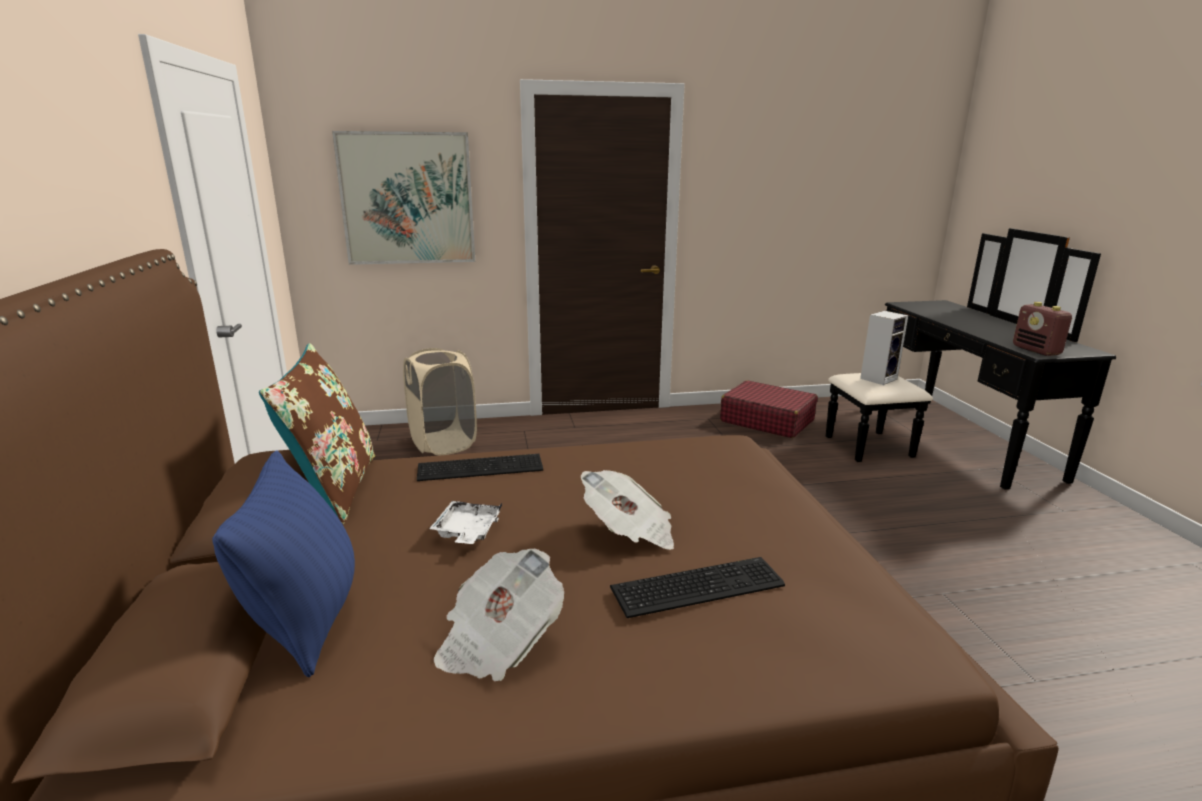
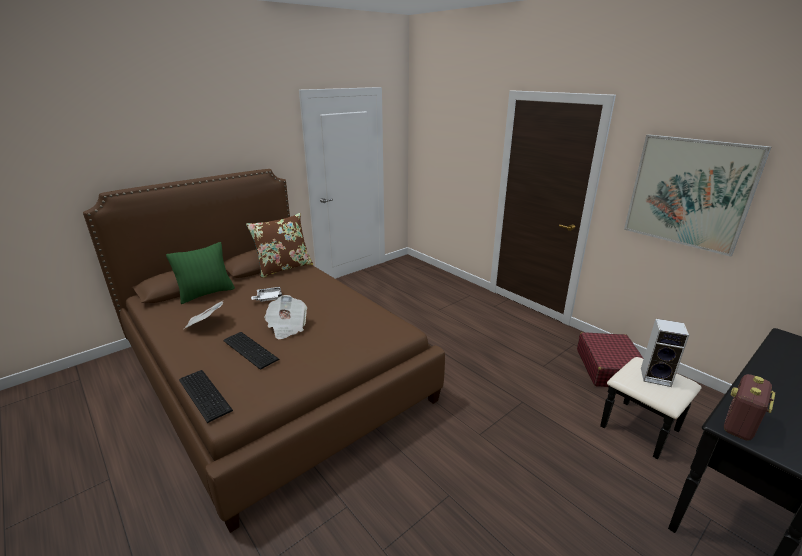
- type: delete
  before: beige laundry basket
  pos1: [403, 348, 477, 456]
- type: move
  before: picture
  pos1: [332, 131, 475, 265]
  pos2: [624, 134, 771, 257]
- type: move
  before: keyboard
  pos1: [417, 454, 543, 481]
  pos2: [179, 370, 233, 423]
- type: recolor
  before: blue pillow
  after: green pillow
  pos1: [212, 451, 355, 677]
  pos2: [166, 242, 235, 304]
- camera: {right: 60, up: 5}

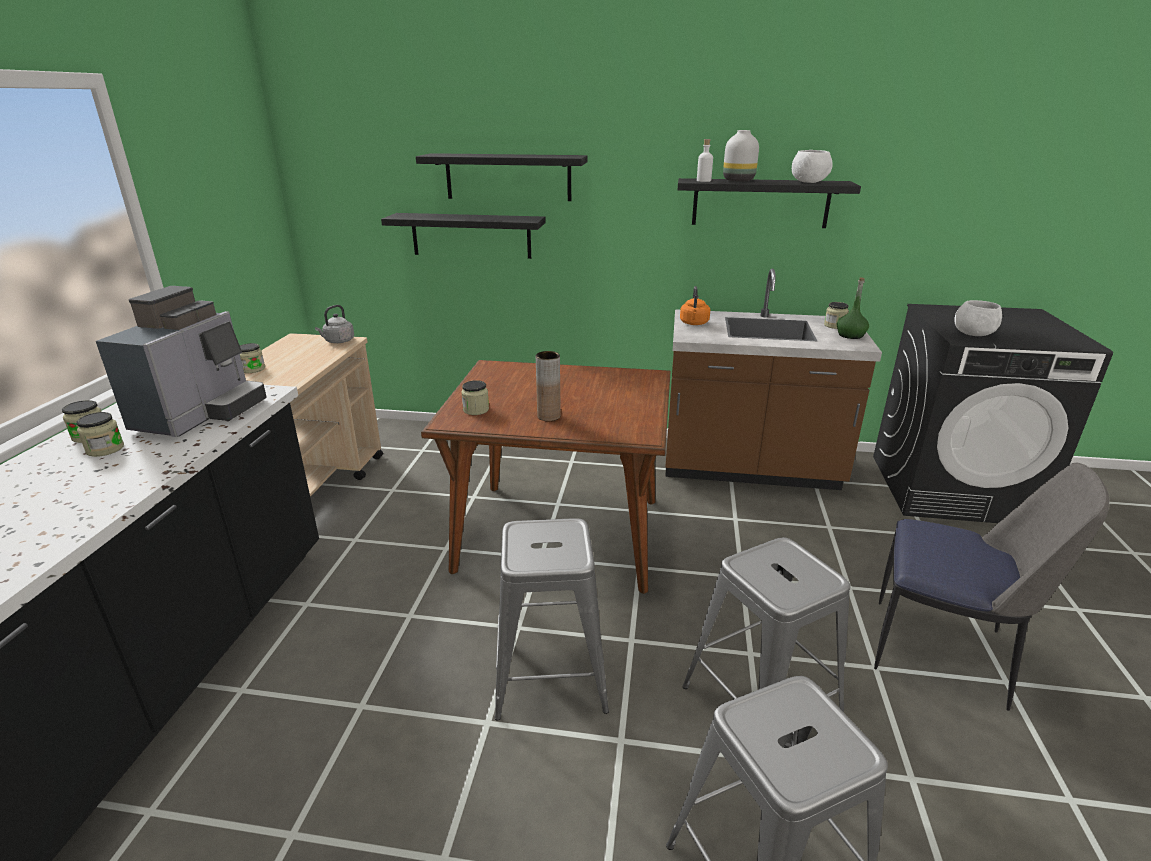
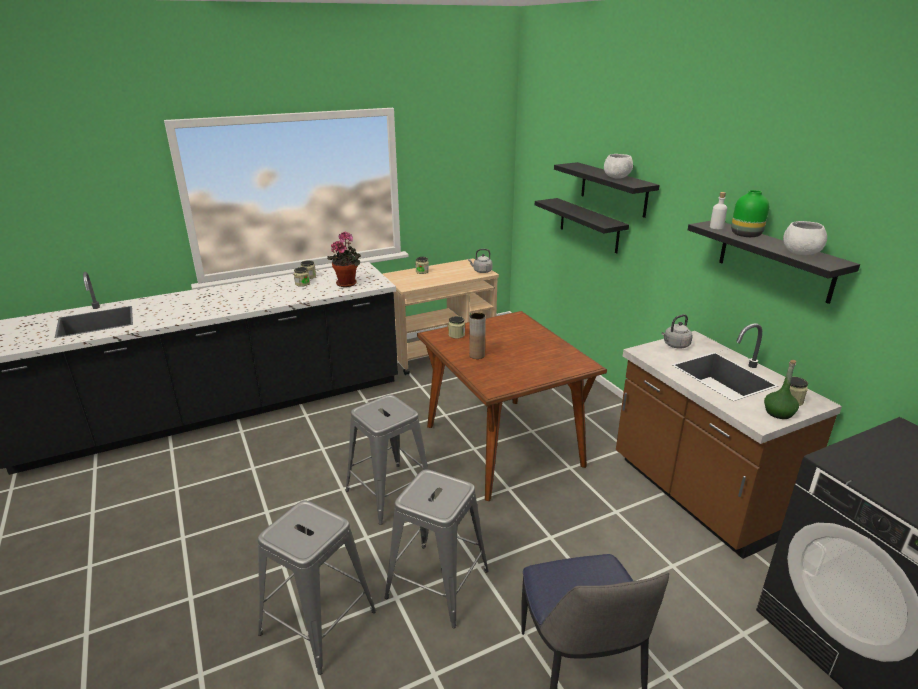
- type: move
  before: white bowl
  pos1: [954, 300, 1002, 336]
  pos2: [604, 154, 633, 179]
- type: replace
  before: coffee machine
  after: potted plant
  pos1: [96, 286, 267, 437]
  pos2: [327, 232, 361, 287]
- type: recolor
  before: orange kettle
  after: grey kettle
  pos1: [680, 286, 710, 325]
  pos2: [662, 314, 693, 349]
- type: recolor
  before: white vase
  after: green vase
  pos1: [723, 130, 759, 182]
  pos2: [731, 190, 769, 237]
- camera: {right: 55, up: 0}

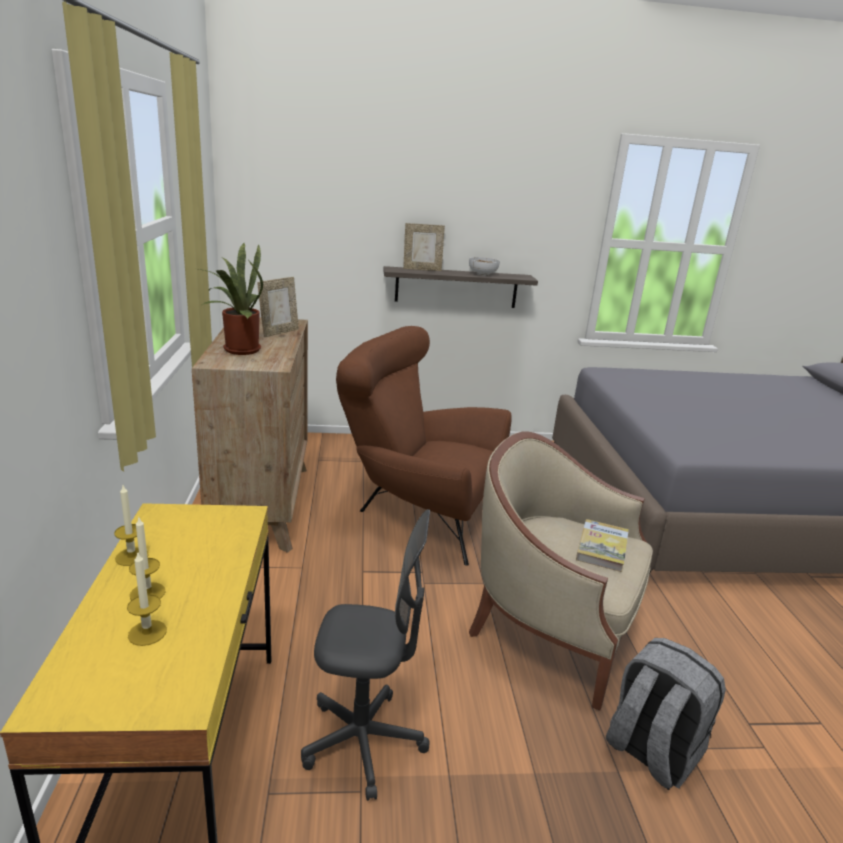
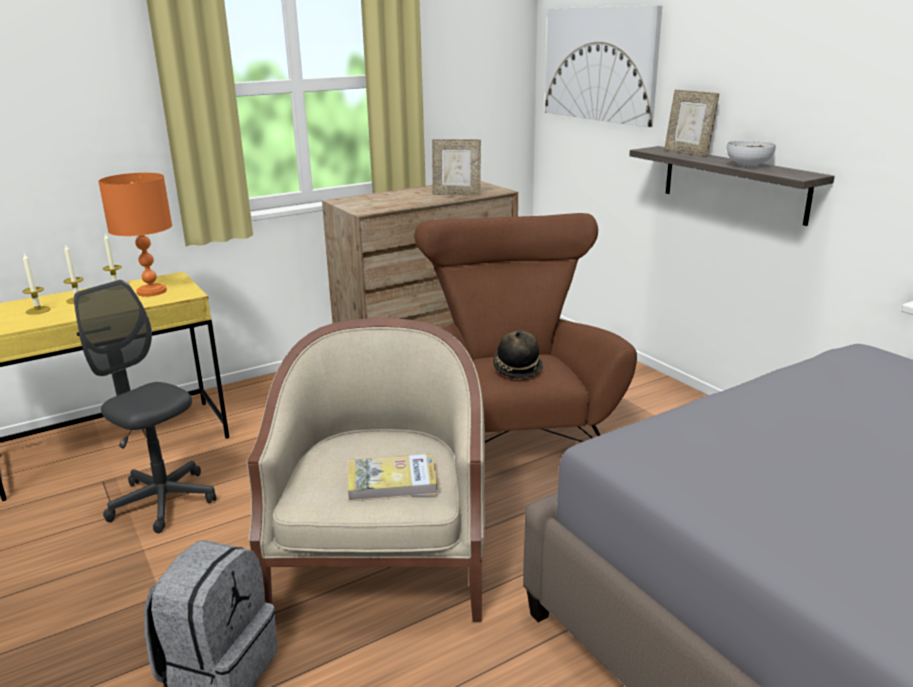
- type: delete
  before: potted plant
  pos1: [199, 242, 263, 355]
- type: insert
  after: orange table lamp
  pos2: [98, 173, 172, 297]
- type: insert
  after: hat
  pos2: [493, 330, 543, 379]
- type: insert
  after: picture
  pos2: [545, 5, 662, 127]
- type: rotate
  before: grey office chair
  pos1: [301, 509, 430, 801]
  pos2: [74, 280, 217, 533]
  turn: 150
- camera: {right: 65, up: 0}

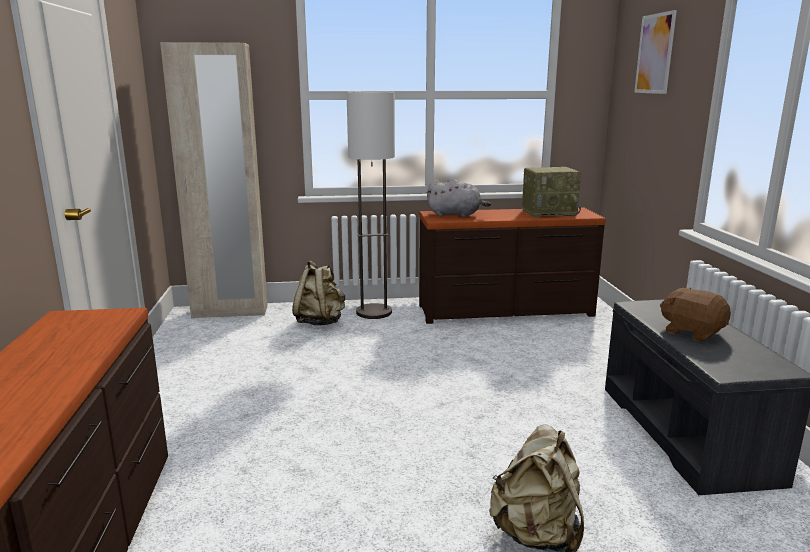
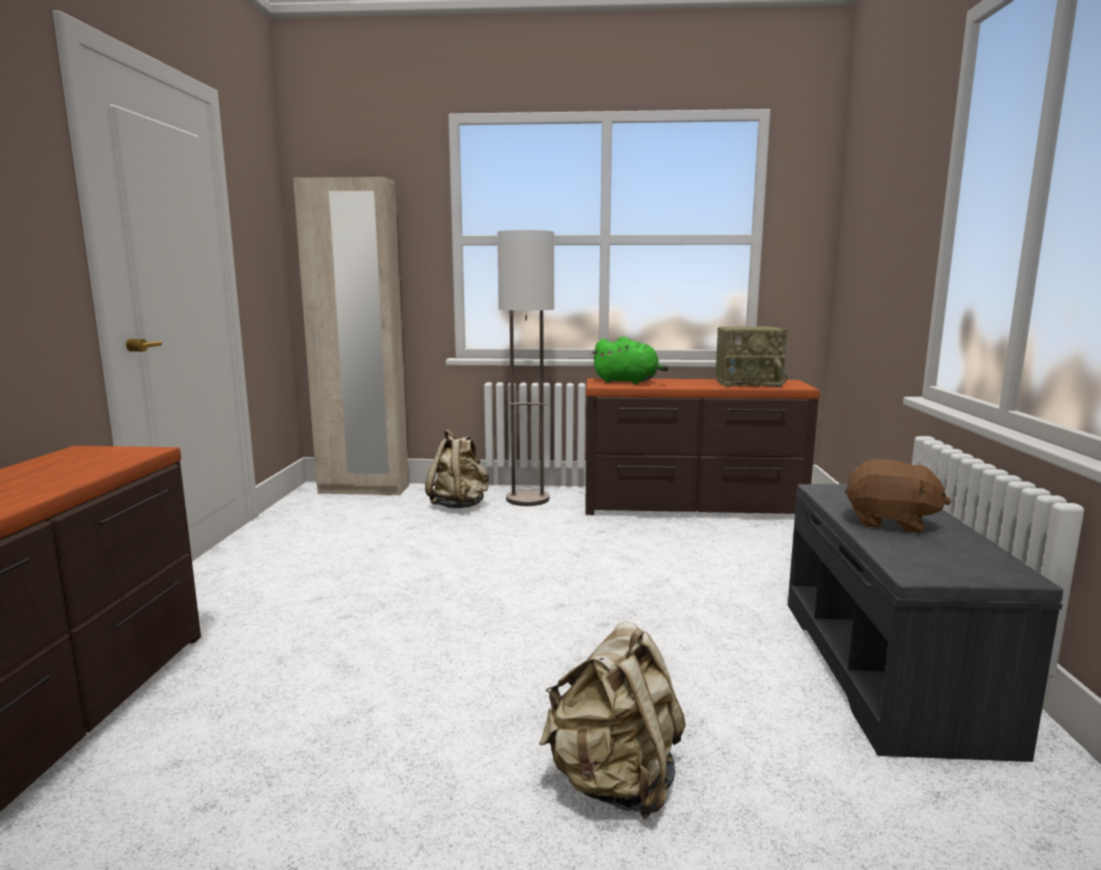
- type: delete
  before: picture
  pos1: [634, 10, 677, 94]
- type: recolor
  before: grey plush toy
  after: green plush toy
  pos1: [427, 178, 491, 217]
  pos2: [591, 336, 669, 384]
- type: rotate
  before: brown plush toy
  pos1: [660, 288, 731, 342]
  pos2: [845, 459, 951, 533]
  turn: 150
- camera: {right: 10, up: -5}

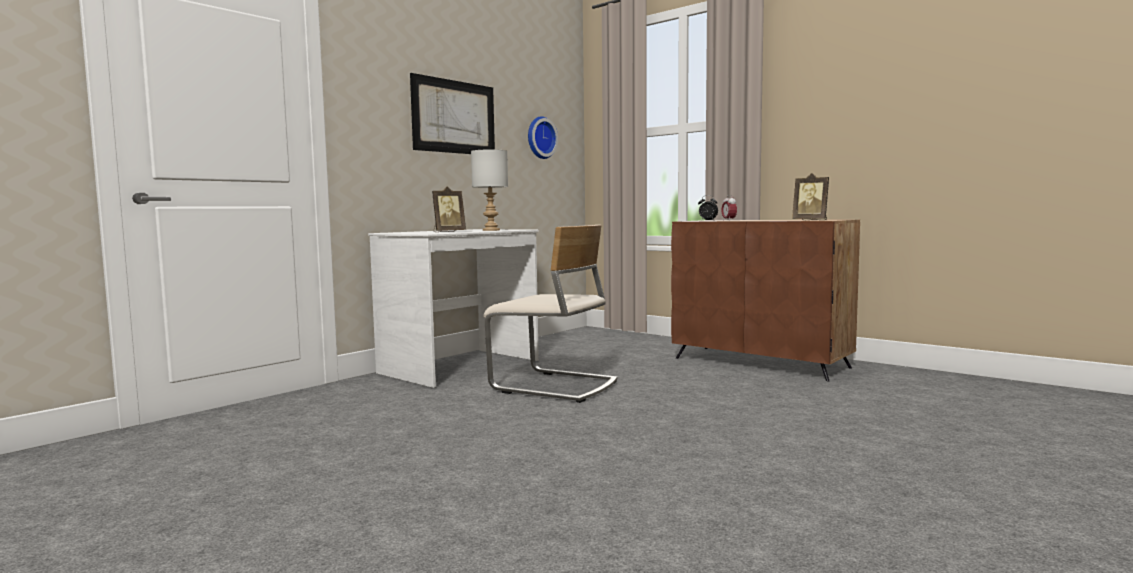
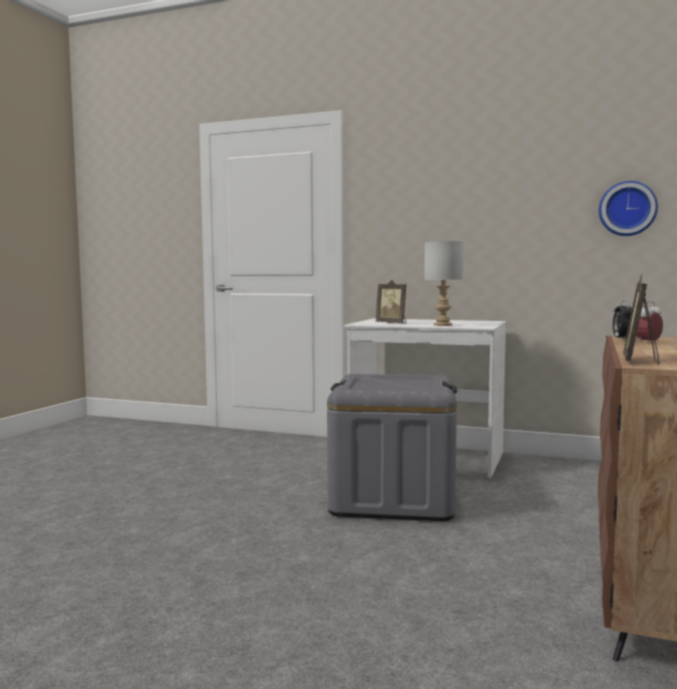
- type: delete
  before: picture
  pos1: [410, 73, 495, 154]
- type: replace
  before: beige chair
  after: grey storage box
  pos1: [483, 225, 617, 403]
  pos2: [327, 374, 457, 521]
- camera: {right: 70, up: 0}

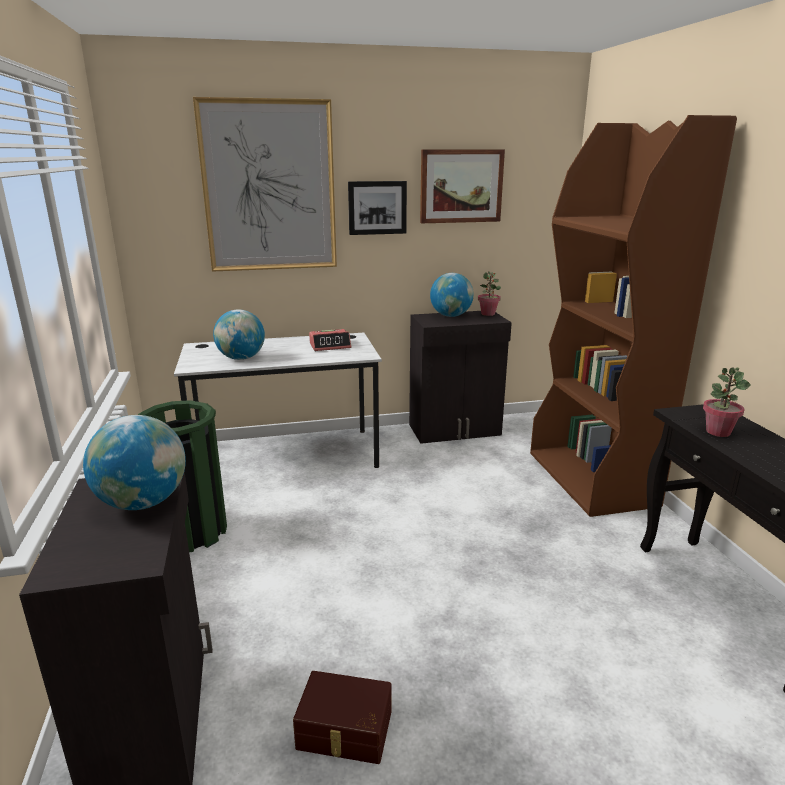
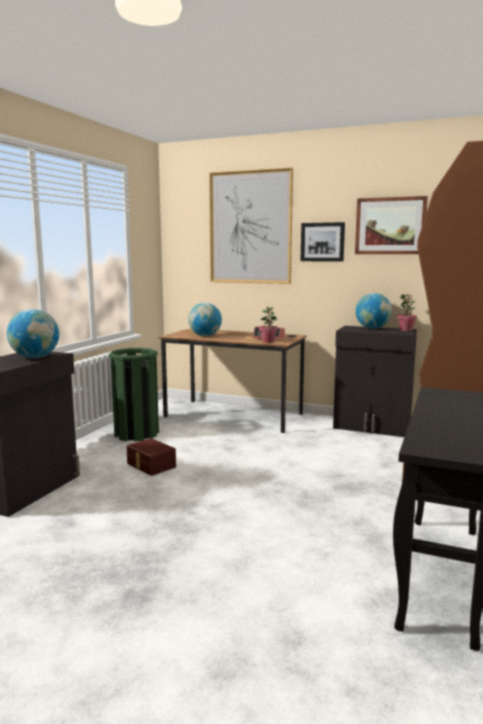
- type: move
  before: brown storage box
  pos1: [293, 671, 391, 764]
  pos2: [127, 438, 176, 476]
- type: move
  before: potted plant
  pos1: [703, 367, 751, 437]
  pos2: [259, 306, 278, 343]
- type: recolor
  before: white desk
  after: brown desk
  pos1: [174, 333, 382, 468]
  pos2: [158, 328, 307, 433]
- camera: {right: 35, up: -10}

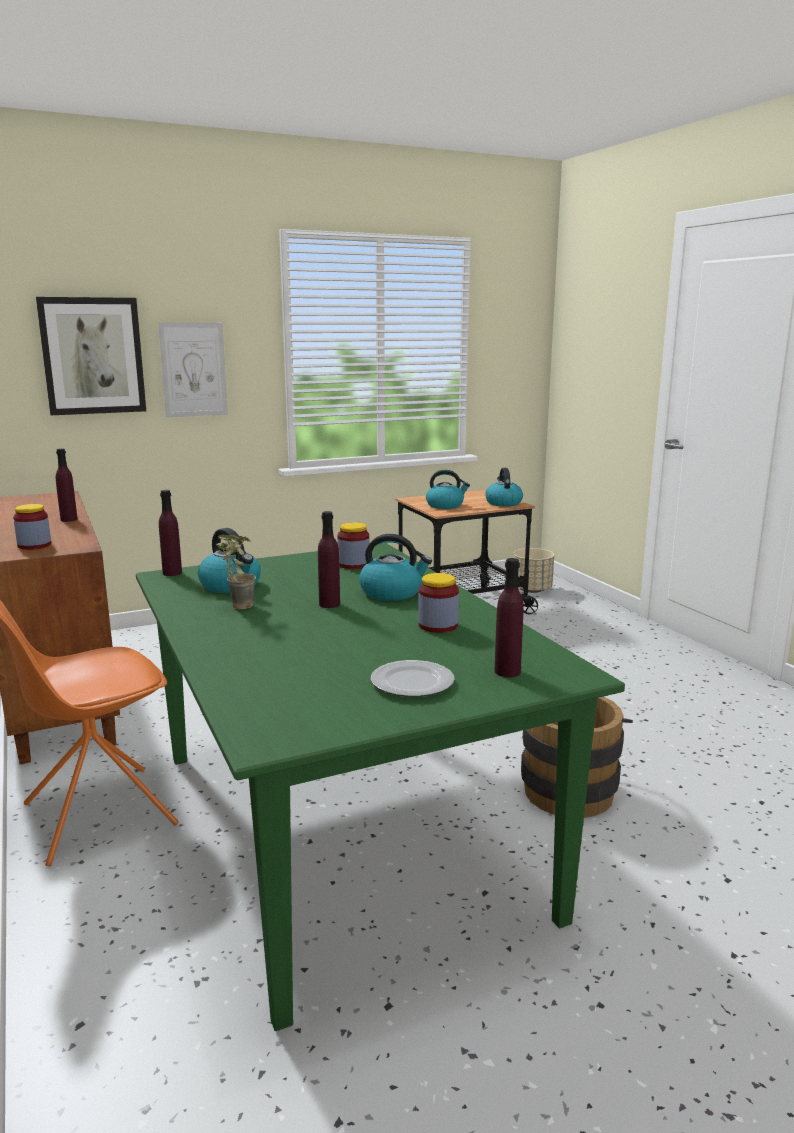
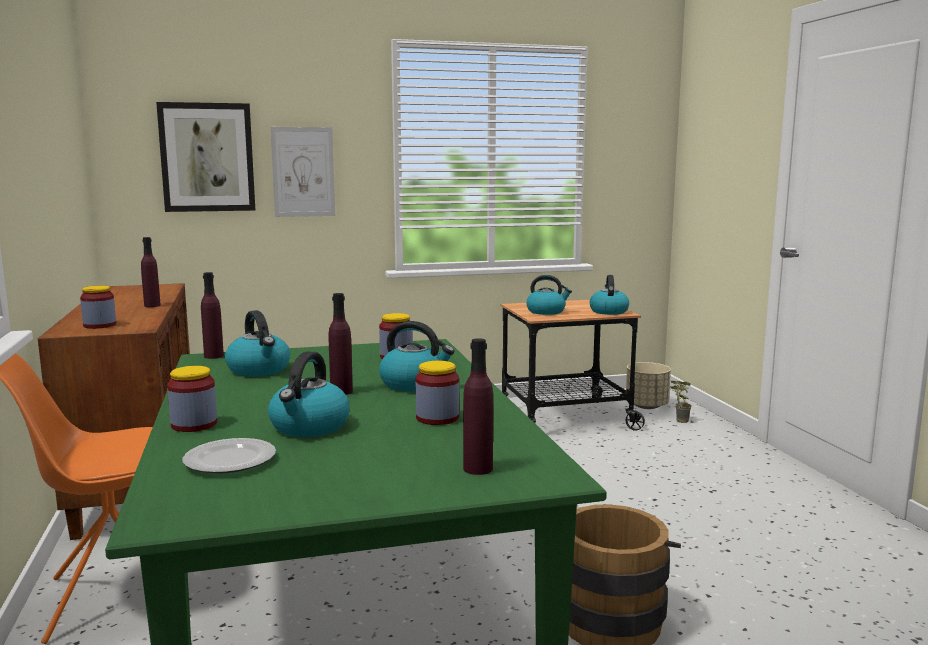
- type: insert
  after: jar
  pos2: [167, 366, 217, 432]
- type: insert
  after: kettle
  pos2: [268, 351, 350, 437]
- type: move
  before: potted plant
  pos1: [216, 535, 256, 610]
  pos2: [670, 381, 692, 423]
- type: move
  before: plate
  pos1: [371, 660, 455, 697]
  pos2: [183, 438, 276, 473]
- camera: {right: 10, up: -5}

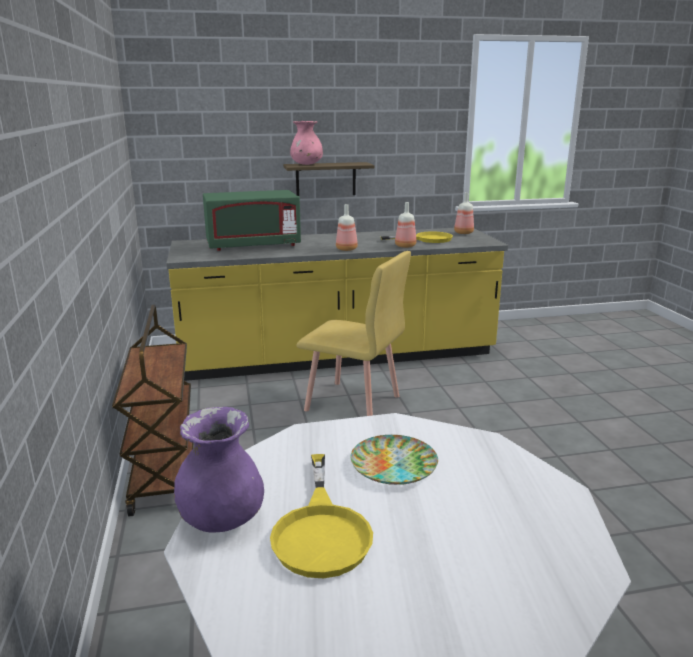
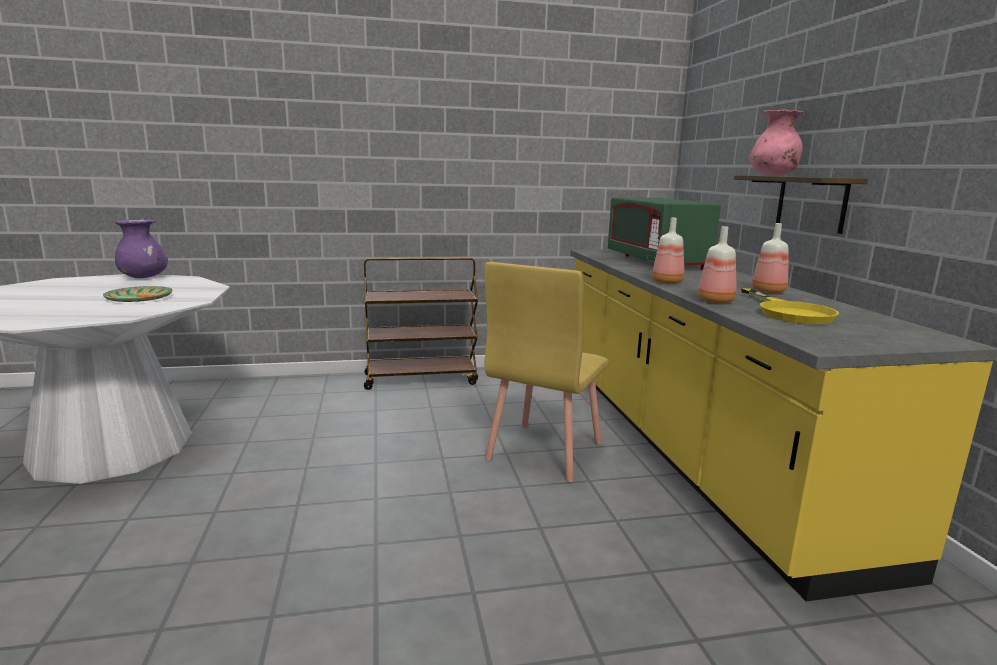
- type: delete
  before: yellow frying pan
  pos1: [270, 454, 373, 578]
- type: move
  before: bottle
  pos1: [454, 192, 474, 234]
  pos2: [752, 223, 788, 293]
- camera: {right: 90, up: -5}

